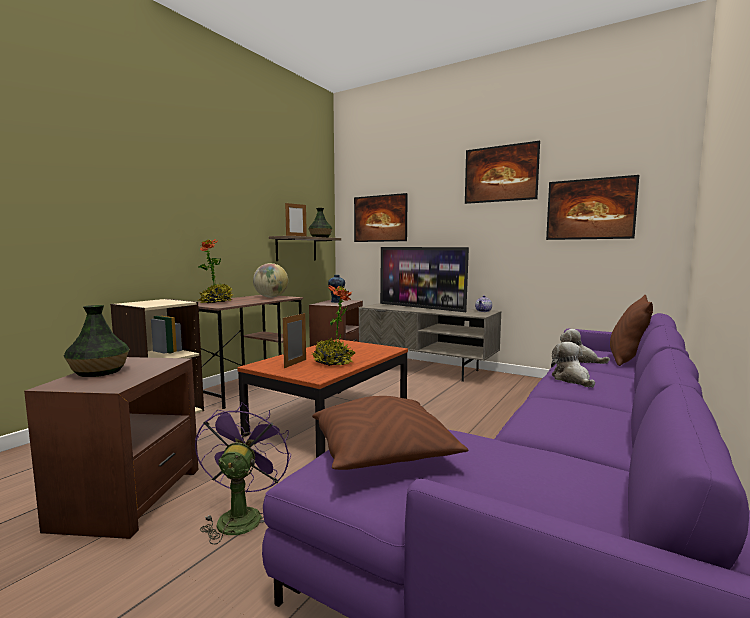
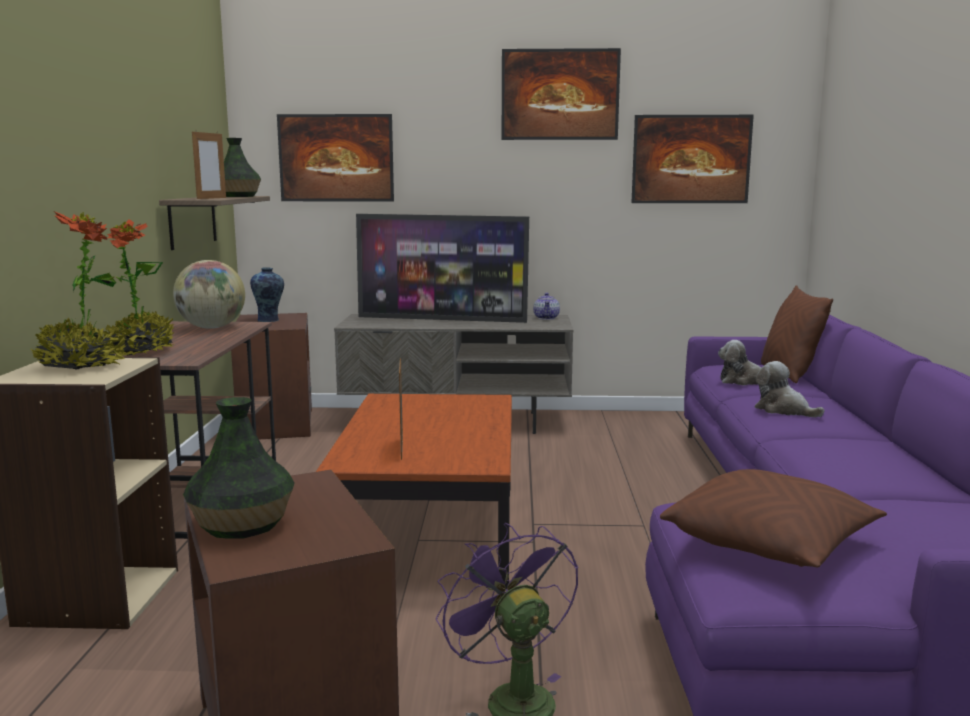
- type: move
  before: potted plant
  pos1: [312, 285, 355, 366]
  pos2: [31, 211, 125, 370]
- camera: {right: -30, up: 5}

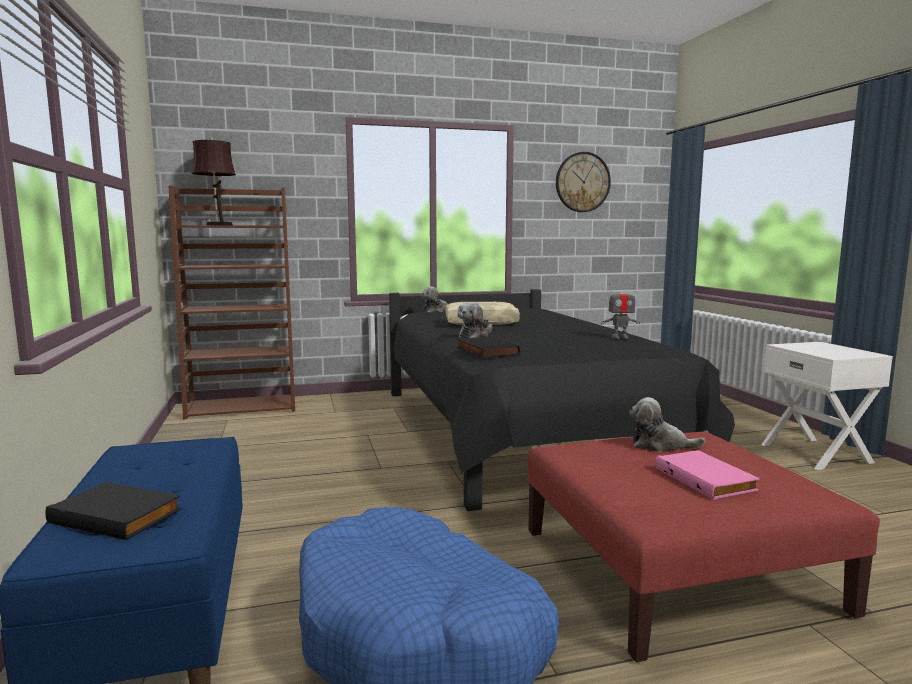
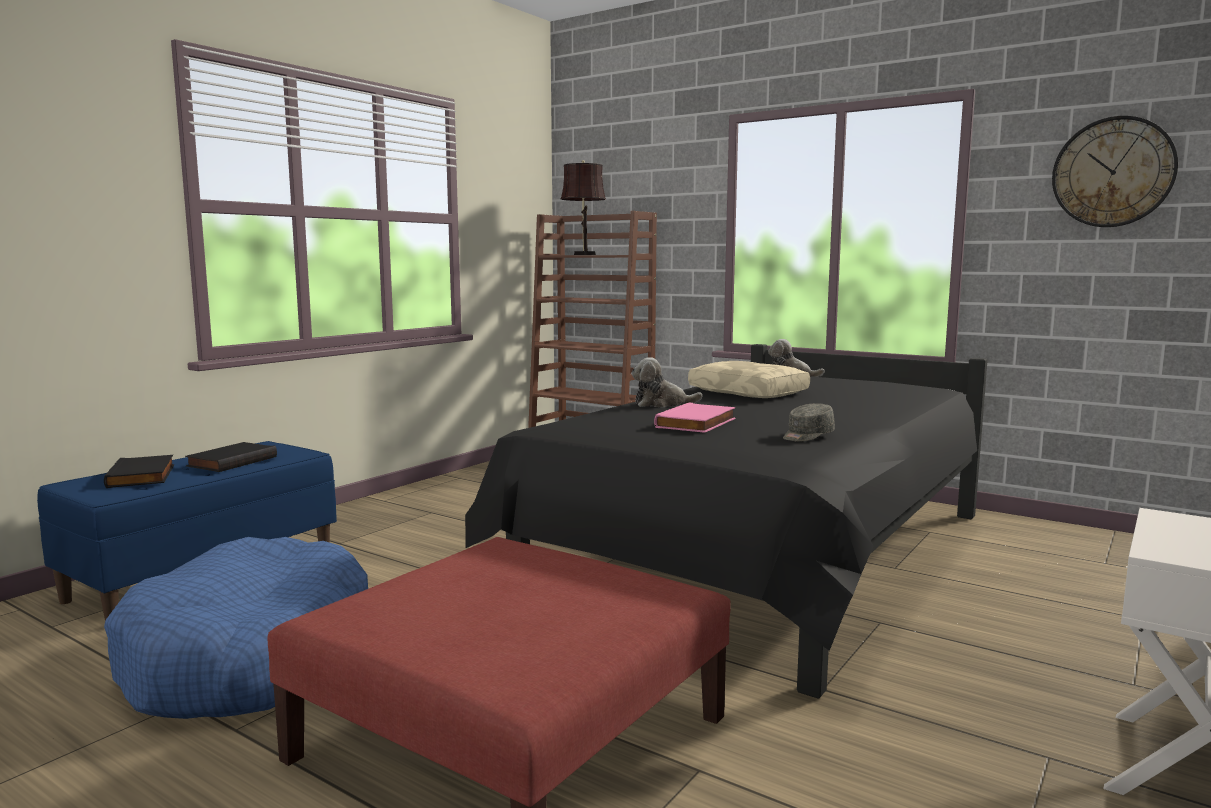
- type: delete
  before: plush toy
  pos1: [629, 397, 706, 452]
- type: move
  before: black book
  pos1: [457, 336, 520, 358]
  pos2: [185, 442, 277, 472]
- type: move
  before: pink book
  pos1: [655, 450, 760, 500]
  pos2: [654, 402, 736, 433]
- type: replace
  before: toy robot
  after: grey cap
  pos1: [601, 284, 640, 339]
  pos2: [783, 403, 835, 442]
- camera: {right: 50, up: 0}

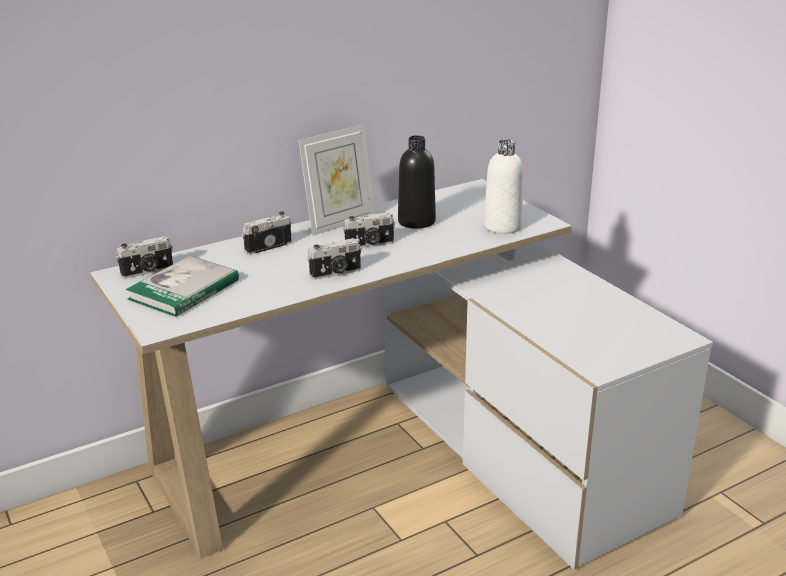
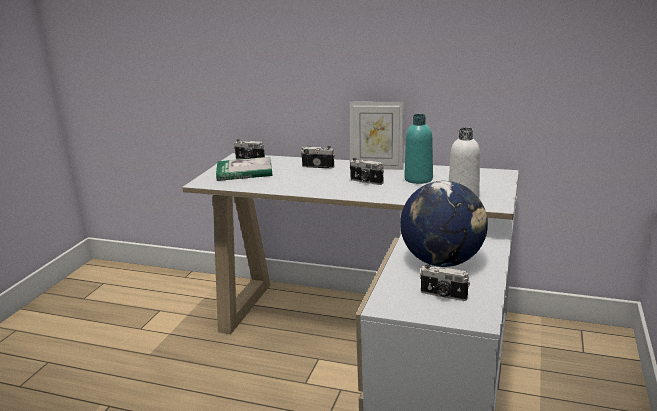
- type: insert
  after: globe
  pos2: [400, 181, 488, 267]
- type: move
  before: photo camera
  pos1: [307, 238, 362, 280]
  pos2: [420, 264, 470, 301]
- type: recolor
  before: black bottle
  after: turquoise bottle
  pos1: [398, 135, 436, 229]
  pos2: [404, 114, 433, 184]
- camera: {right: 50, up: -5}

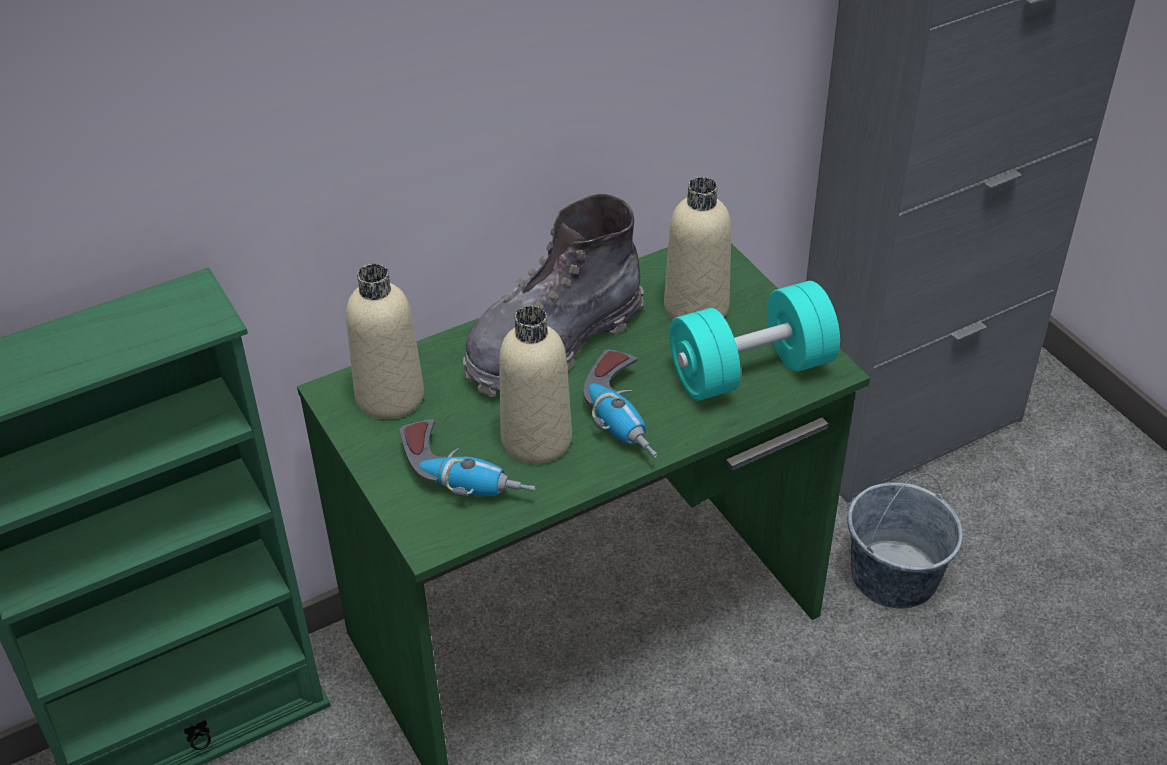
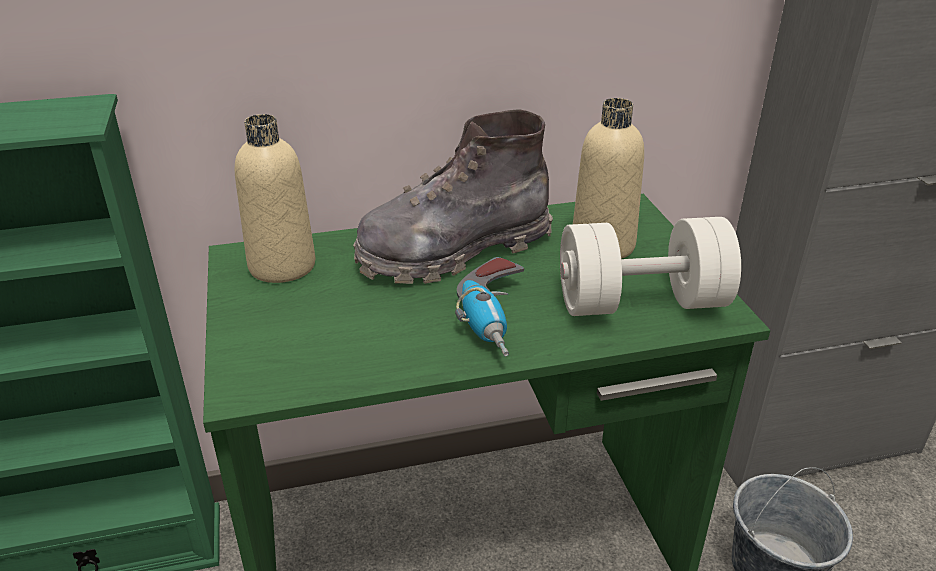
- type: delete
  before: power drill
  pos1: [399, 419, 536, 497]
- type: delete
  before: beige bottle
  pos1: [499, 306, 572, 464]
- type: recolor
  before: turquoise dumbbell
  after: white dumbbell
  pos1: [669, 281, 840, 401]
  pos2: [560, 217, 741, 316]
- camera: {right: 15, up: -10}

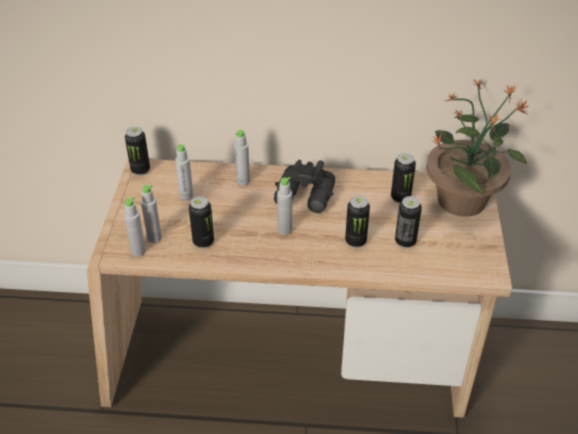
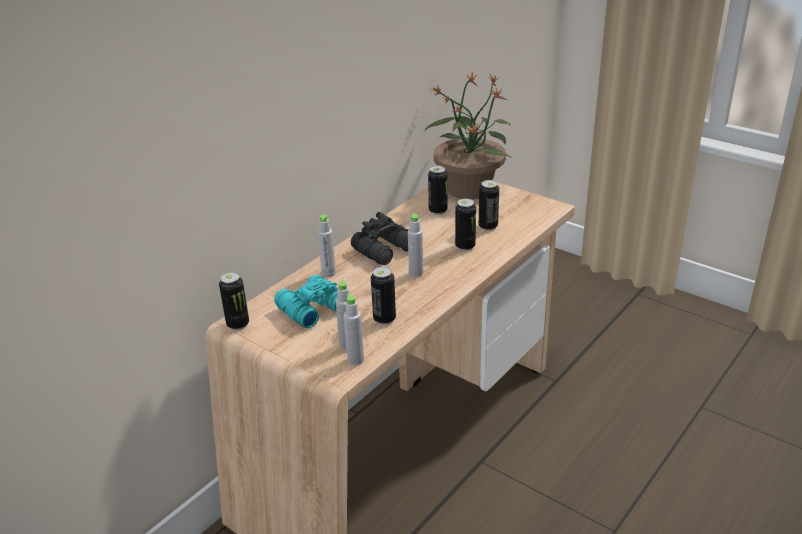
- type: replace
  before: grey bottle
  after: turquoise binoculars
  pos1: [175, 144, 194, 201]
  pos2: [274, 275, 338, 328]
- camera: {right: -55, up: -10}

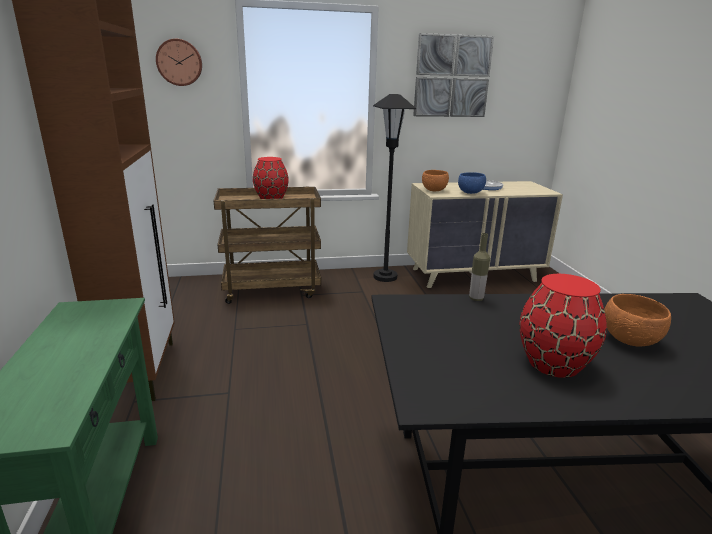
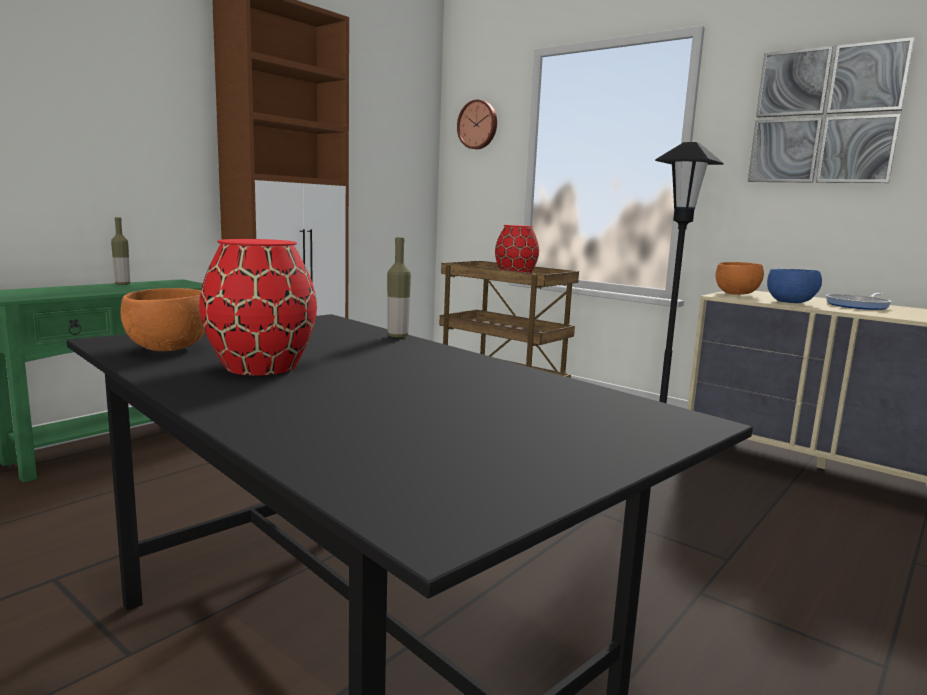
- type: insert
  after: bottle
  pos2: [111, 217, 130, 285]
- type: move
  before: orange bowl
  pos1: [604, 294, 671, 347]
  pos2: [120, 288, 205, 351]
- camera: {right: 50, up: -10}

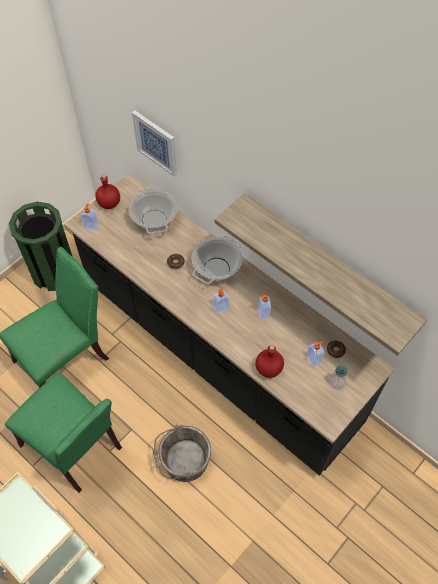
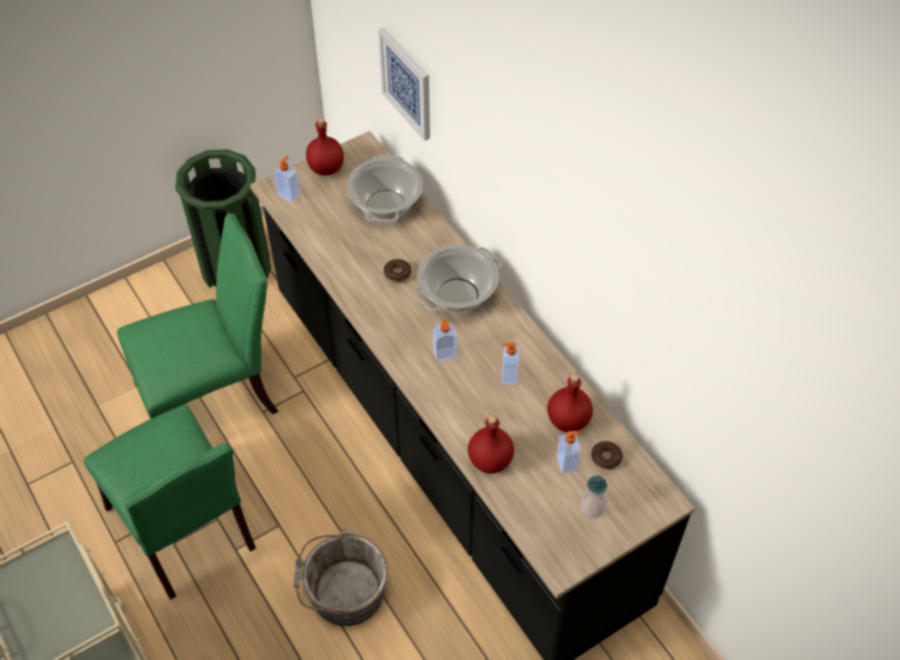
- type: delete
  before: shelf
  pos1: [214, 193, 427, 356]
- type: insert
  after: red bottle
  pos2: [547, 374, 593, 432]
- camera: {right: 15, up: -5}

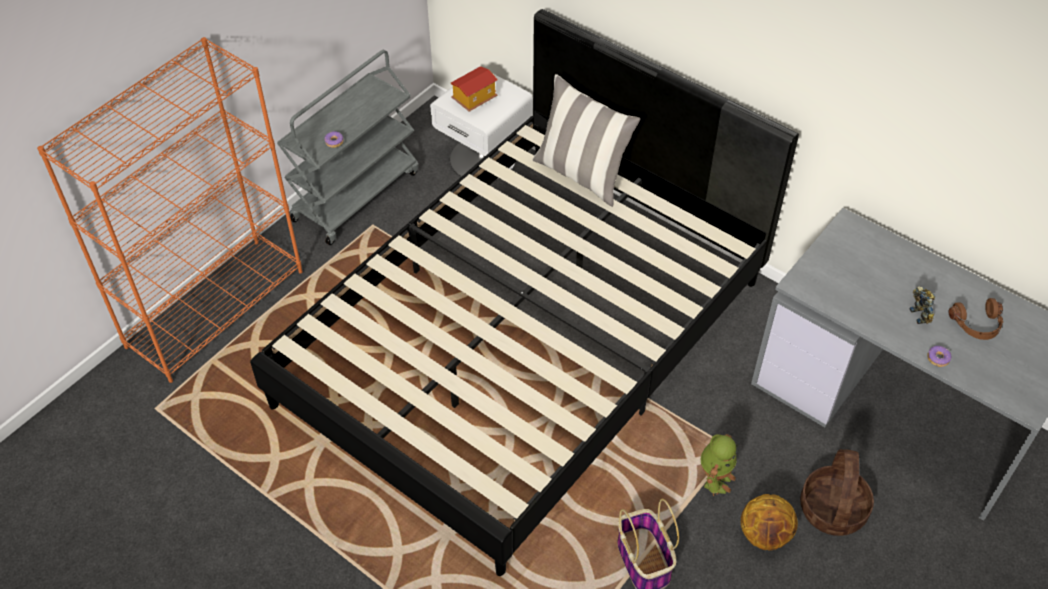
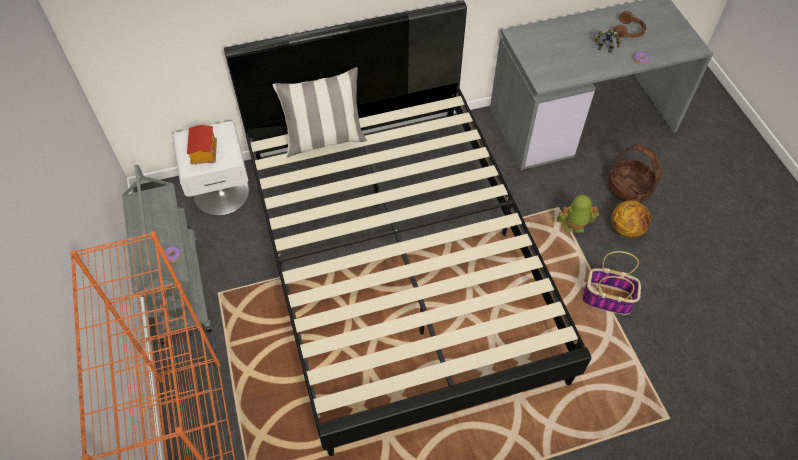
- type: rotate
  before: toy robot
  pos1: [701, 434, 738, 496]
  pos2: [557, 195, 599, 233]
  turn: -60
- camera: {right: -55, up: 5}

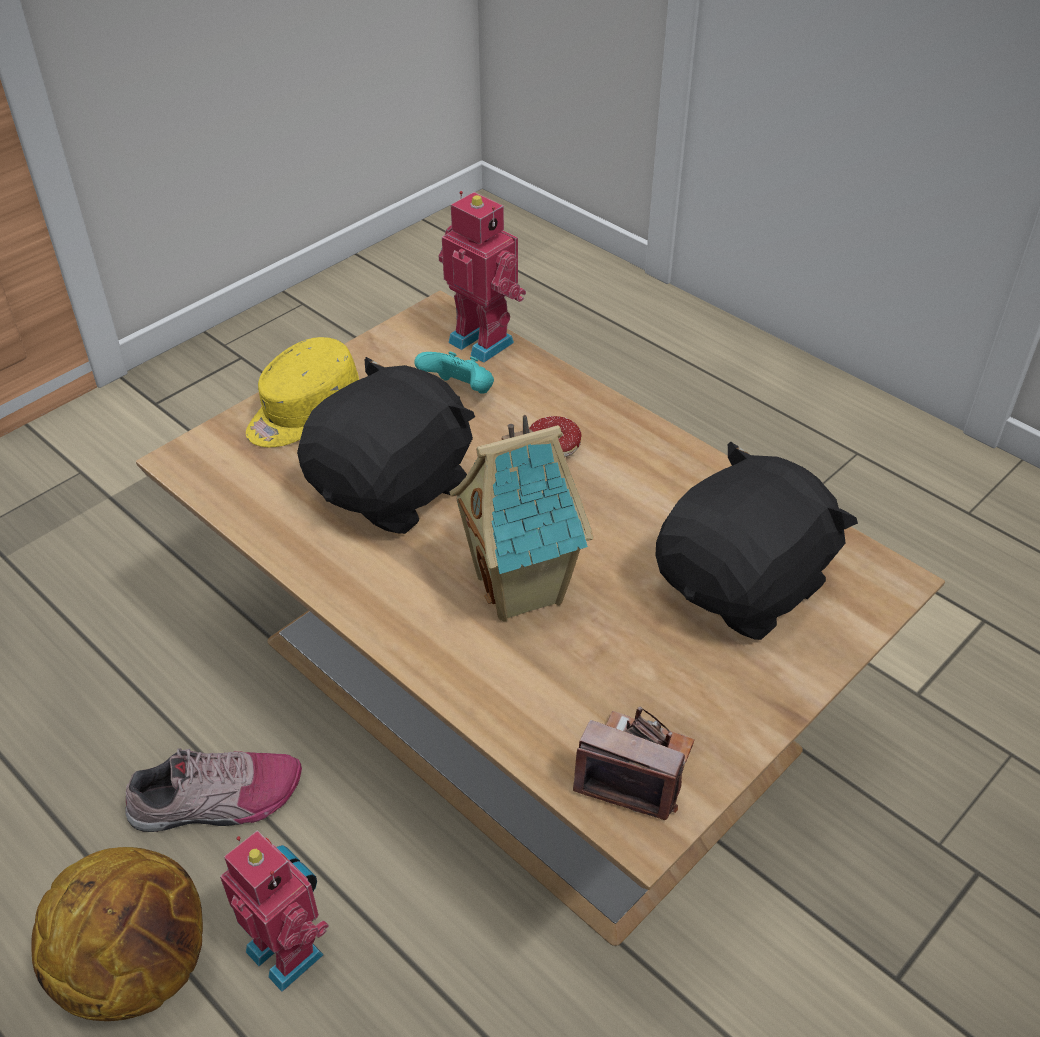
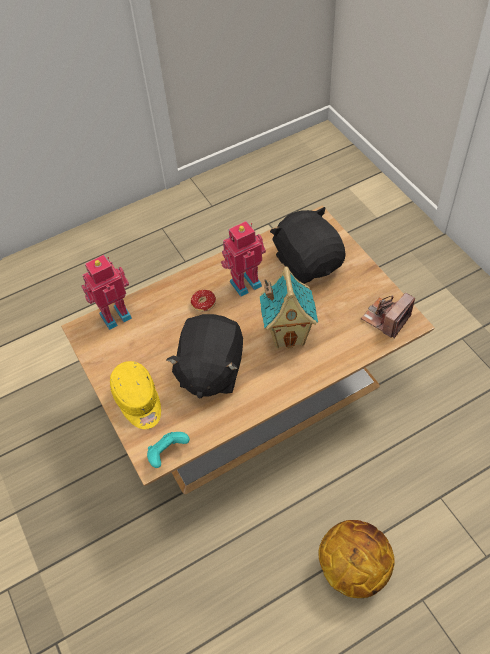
- type: delete
  before: shoe
  pos1: [126, 748, 302, 832]
- type: move
  before: toy robot
  pos1: [220, 830, 329, 992]
  pos2: [221, 221, 266, 297]
- type: move
  before: turquoise game controller
  pos1: [414, 351, 494, 393]
  pos2: [147, 432, 190, 468]
- type: rotate
  before: black plush toy
  pos1: [297, 357, 475, 534]
  pos2: [166, 314, 243, 399]
  turn: -135
- camera: {right: -70, up: 10}

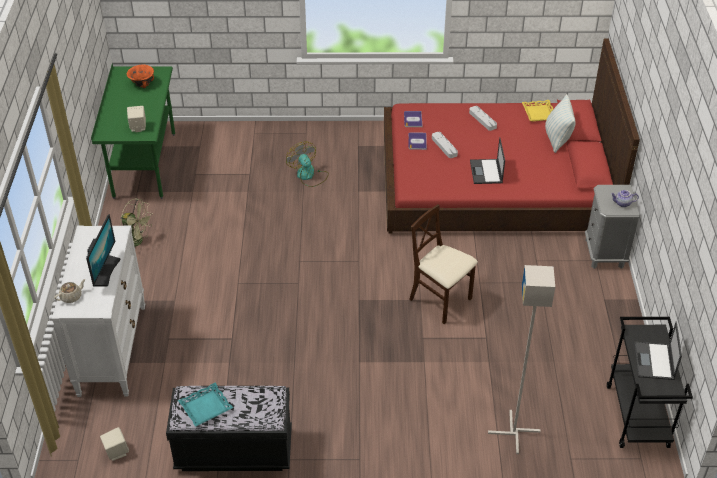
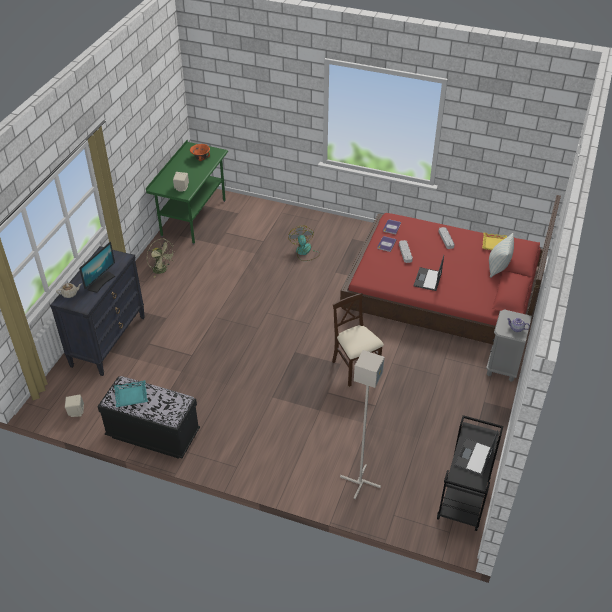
- type: recolor
  before: white dresser
  after: black dresser
  pos1: [52, 225, 145, 397]
  pos2: [50, 246, 145, 376]
- camera: {right: 20, up: 0}

